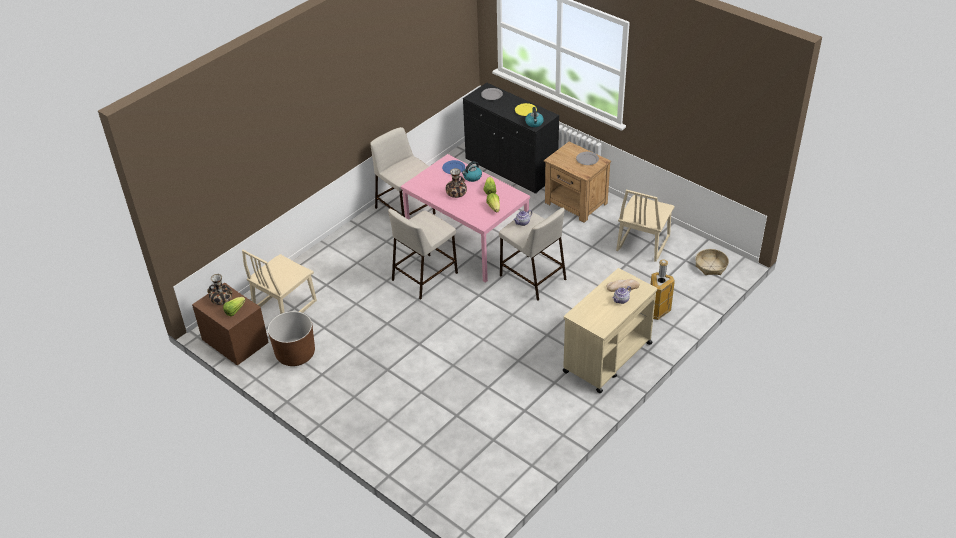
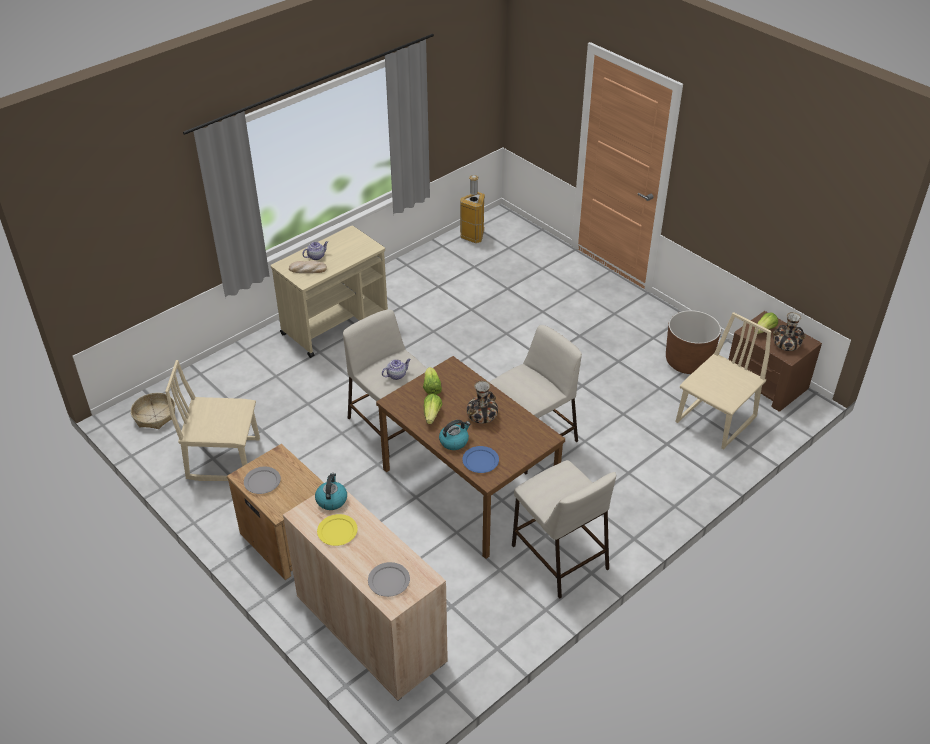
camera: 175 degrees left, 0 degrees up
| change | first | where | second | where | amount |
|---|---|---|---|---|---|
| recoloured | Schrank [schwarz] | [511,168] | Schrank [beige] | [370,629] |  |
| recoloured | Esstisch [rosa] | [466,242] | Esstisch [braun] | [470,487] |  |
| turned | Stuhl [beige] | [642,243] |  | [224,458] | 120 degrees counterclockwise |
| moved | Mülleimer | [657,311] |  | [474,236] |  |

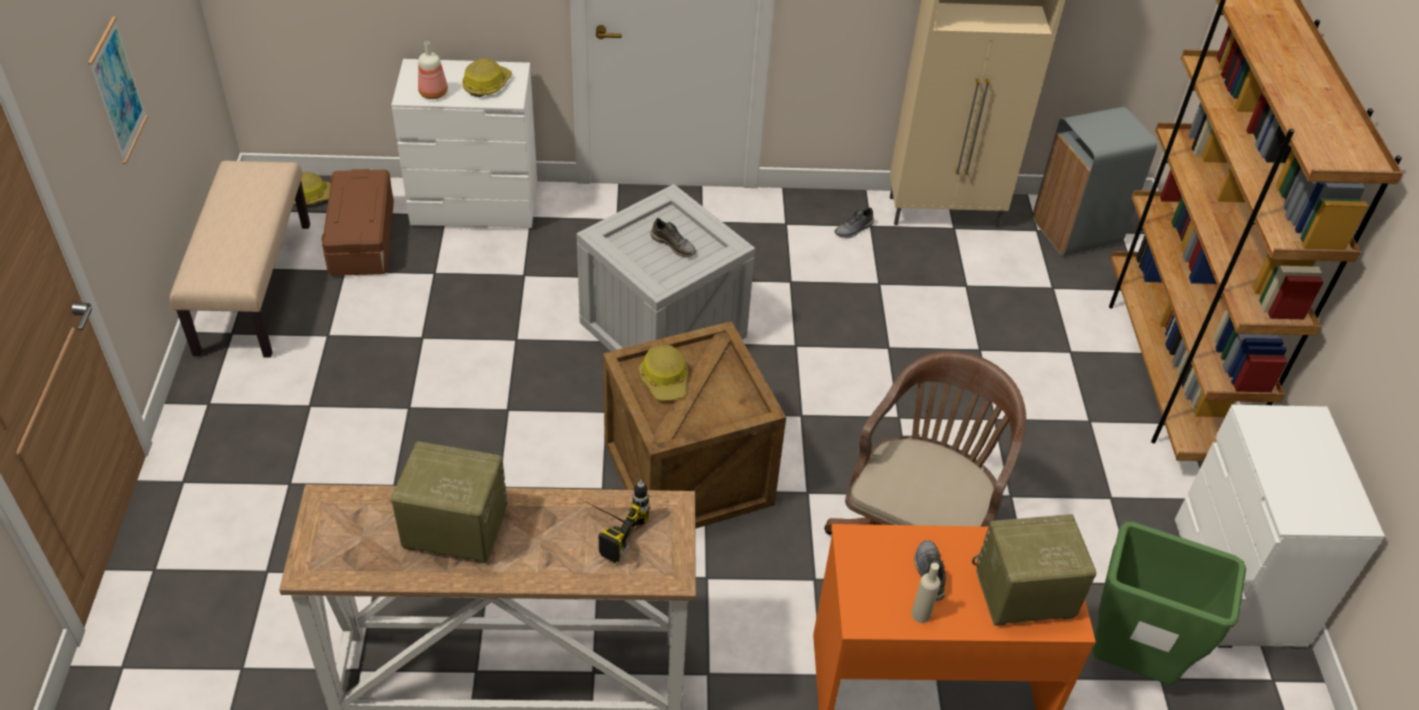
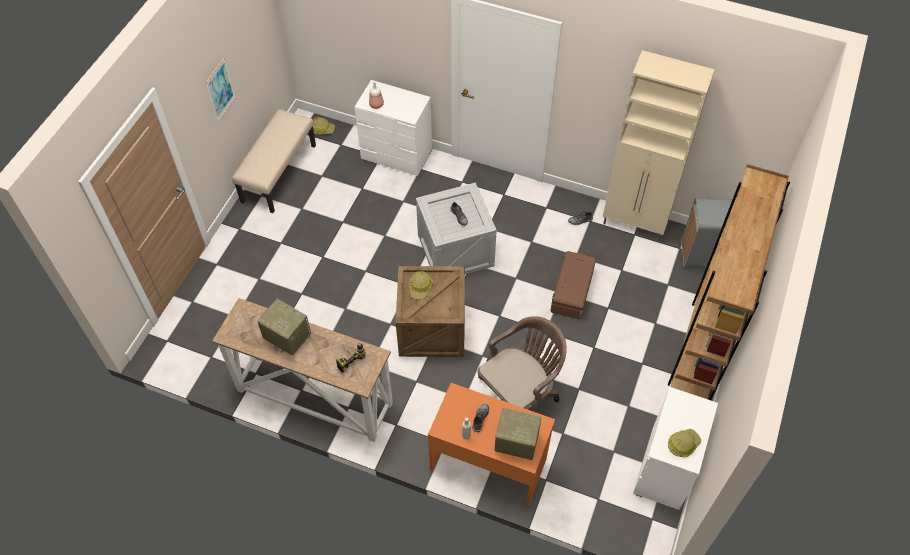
camera: 25 degrees right, 10 degrees up
| change | first | where | second | where | amount |
|---|---|---|---|---|---|
| moved | Schutzhelm | [486,85] |  | [682,444] |  |
| moved | Aufbewahrungsbox [braun] | [363,239] |  | [572,292] |  |
| removed | Mülleimer [grün] | [1131,664] |  |  |  |

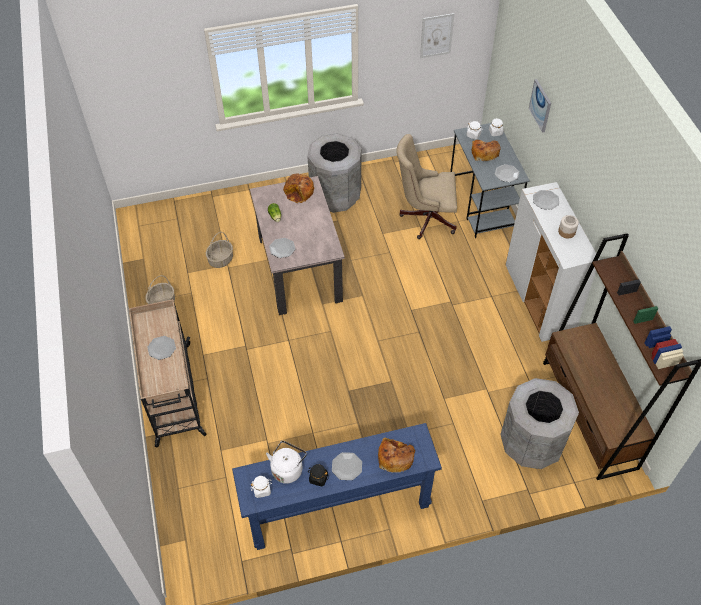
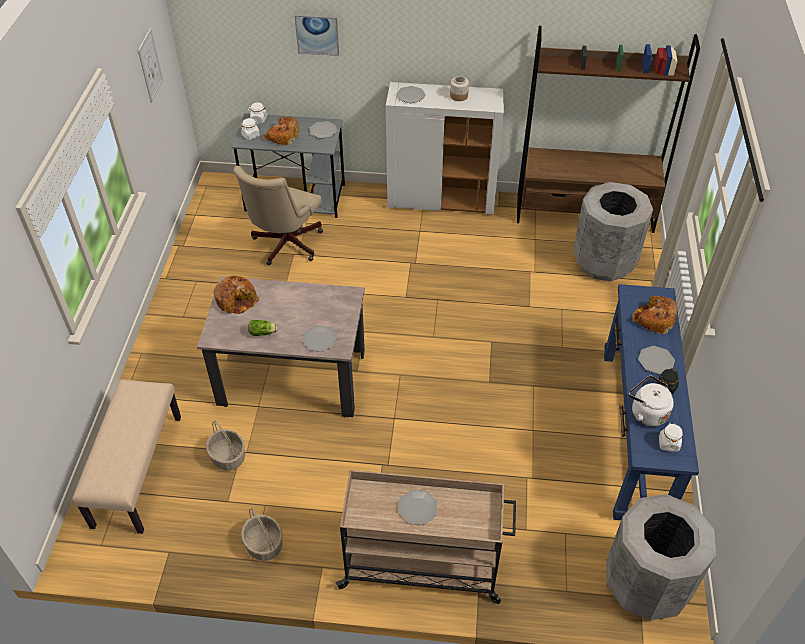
camera: 70 degrees left, 5 degrees down
| change | first | where | second | where | amount |
|---|---|---|---|---|---|
| moved | Mülleimer [grau] | [335,196] |  | [646,585] |  |
| added |  |  | Bank [beige] | [137,470] |  |

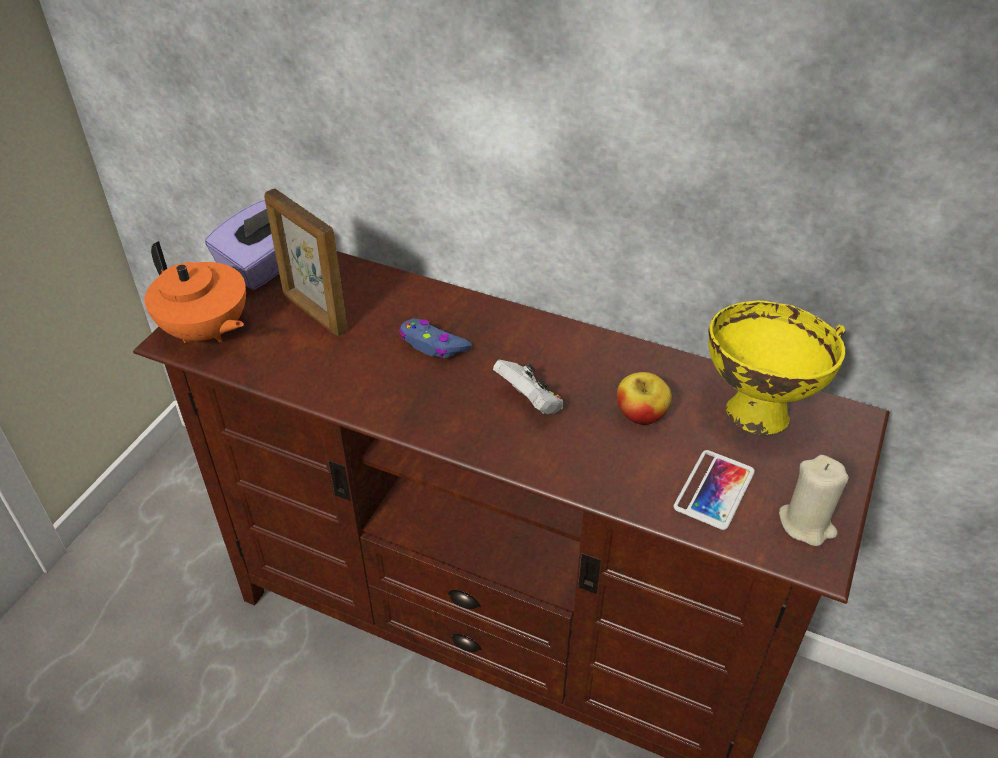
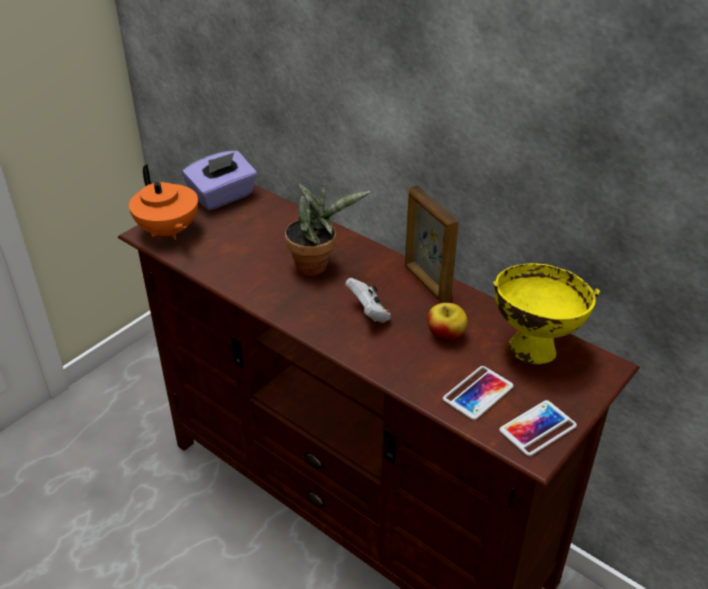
camera: 15 degrees right, 5 degrees down
| change | first | where | second | where | amount |
|---|---|---|---|---|---|
| moved | Bilderrahmen | [314,313] |  | [426,283] |  |
| replaced | Gamepad [blau] | [433,345] | Topfpflanze | [316,265] |  |
| replaced | Kerze [beige] | [807,524] | Handy | [537,428] |  |

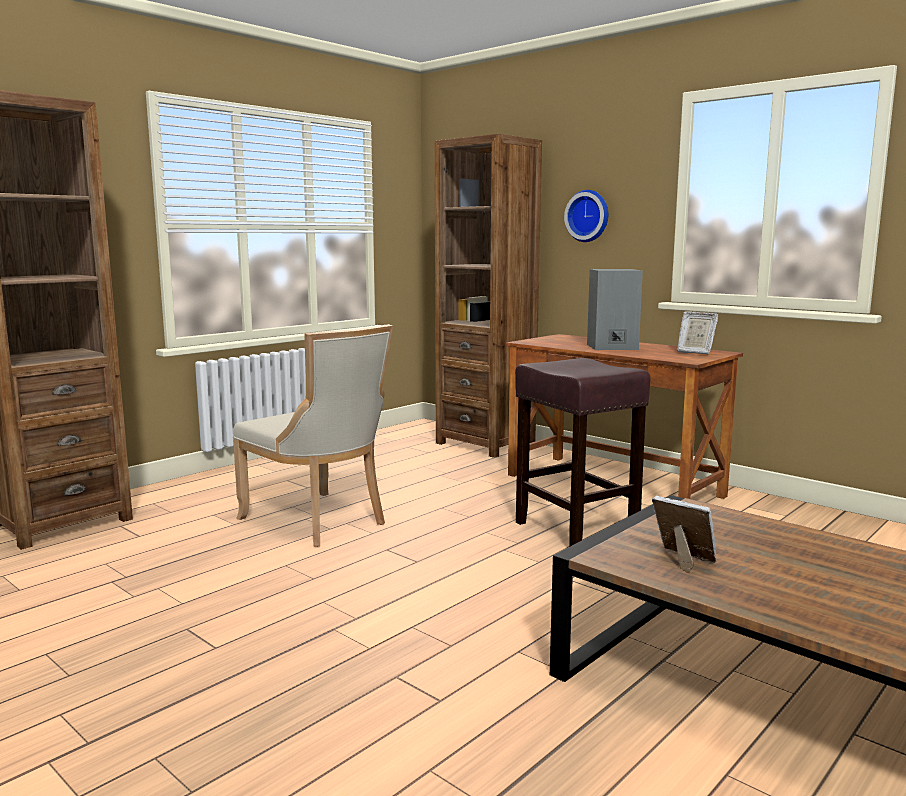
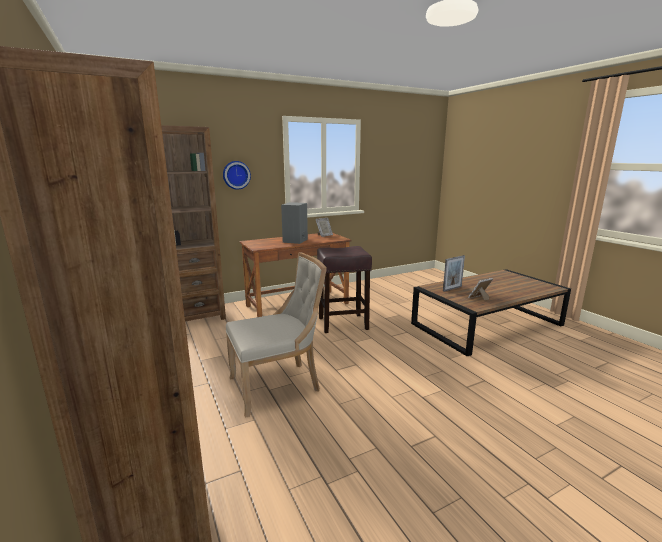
camera: 70 degrees left, 5 degrees up
| change | first | where | second | where | amount |
|---|---|---|---|---|---|
| added |  |  | Bilderrahmen | [452,288] |  |

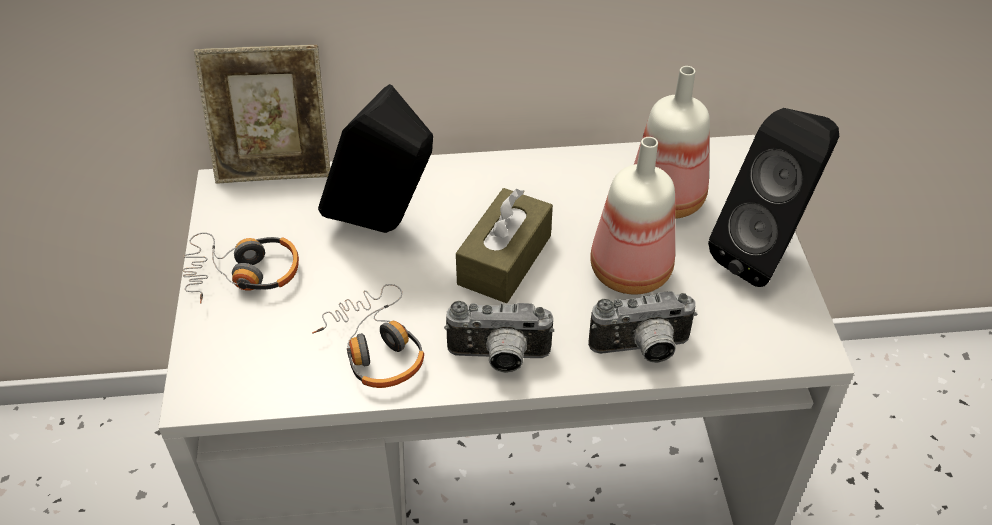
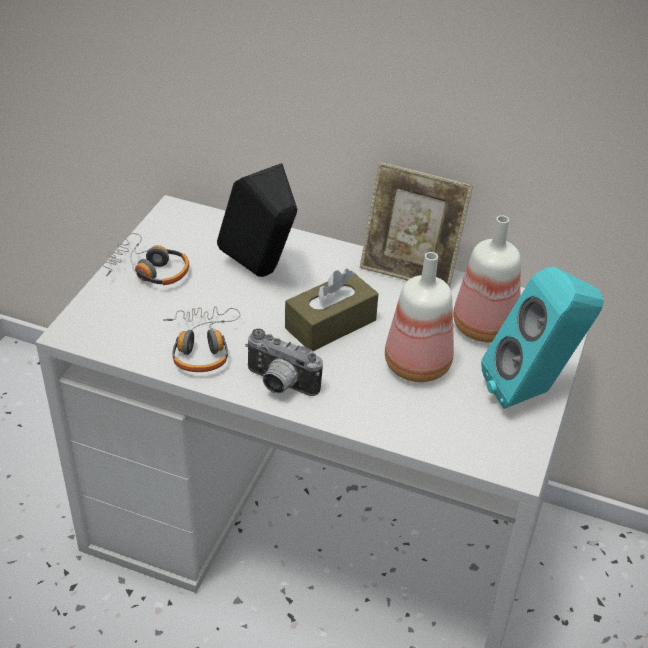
camera: 25 degrees right, 5 degrees down
| change | first | where | second | where | amount |
|---|---|---|---|---|---|
| moved | Bilderrahmen | [275,166] |  | [409,270] |  |
| recoloured | Lautsprecher [schwarz] | [764,254] | Lautsprecher [türkis] | [532,391] |  |
| removed | Kamera | [642,350] |  |  |  |

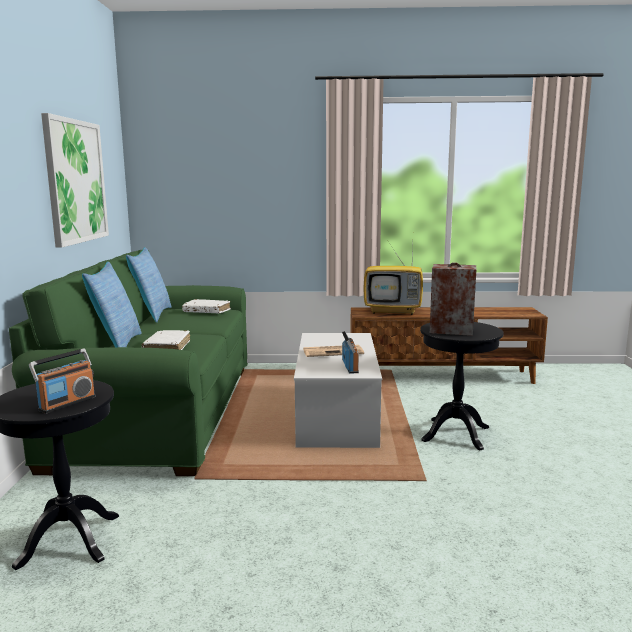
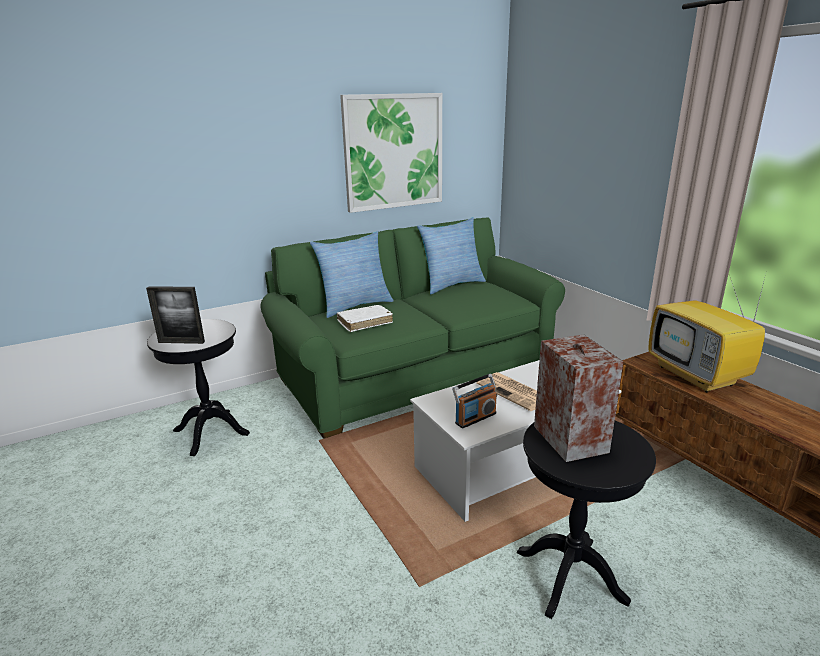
camera: 60 degrees right, 10 degrees up
| change | first | where | second | where | amount |
|---|---|---|---|---|---|
| removed | Buch [weiß] | [206,311] |  |  |  |
| replaced | Radio | [67,403] | Bilderrahmen | [181,342] |  |

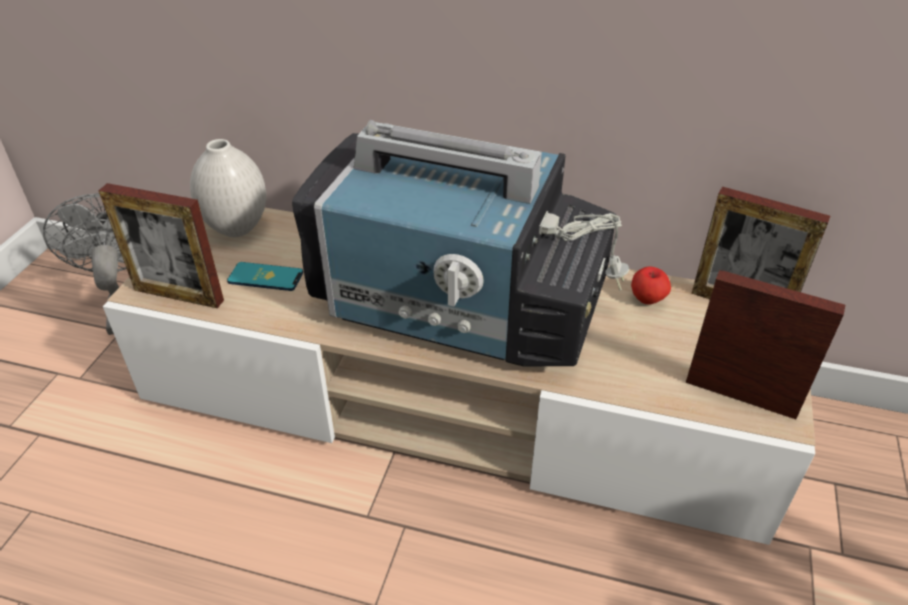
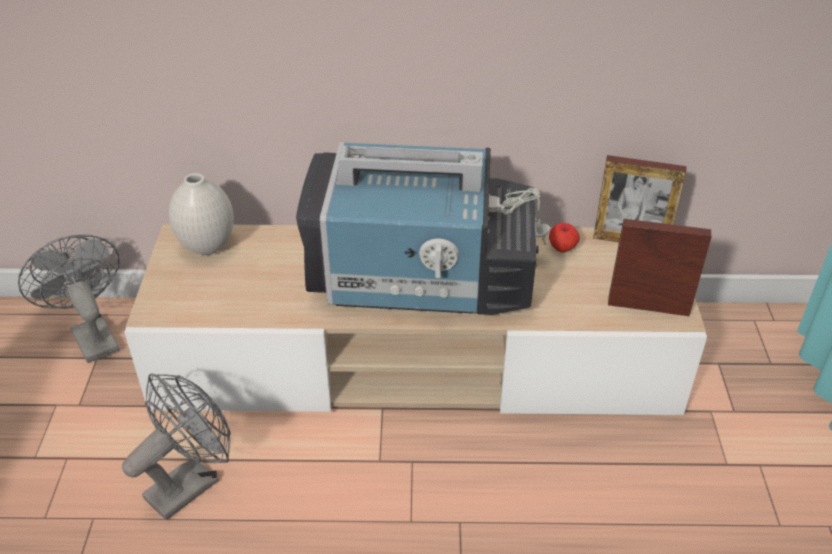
camera: 15 degrees left, 0 degrees up
| change | first | where | second | where | amount |
|---|---|---|---|---|---|
| removed | Bilderrahmen | [179,295] |  |  |  |
| removed | Handy | [265,277] |  |  |  |
| added |  |  | Ventilator [grau] | [191,482] |  |

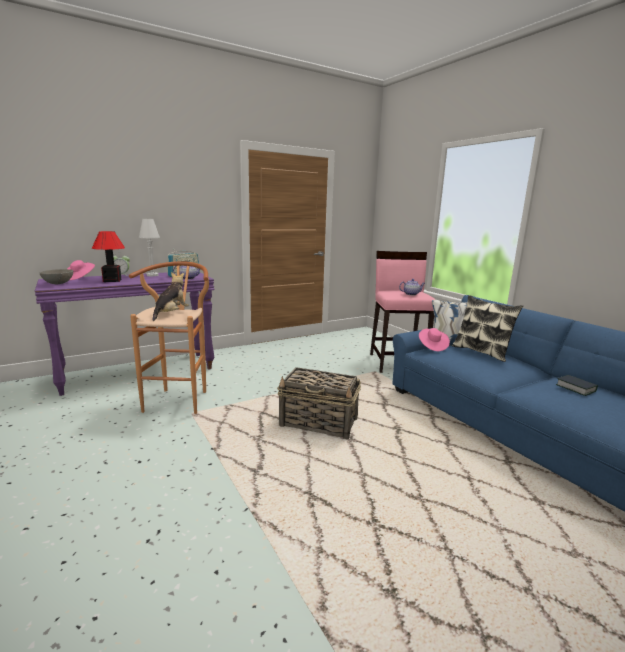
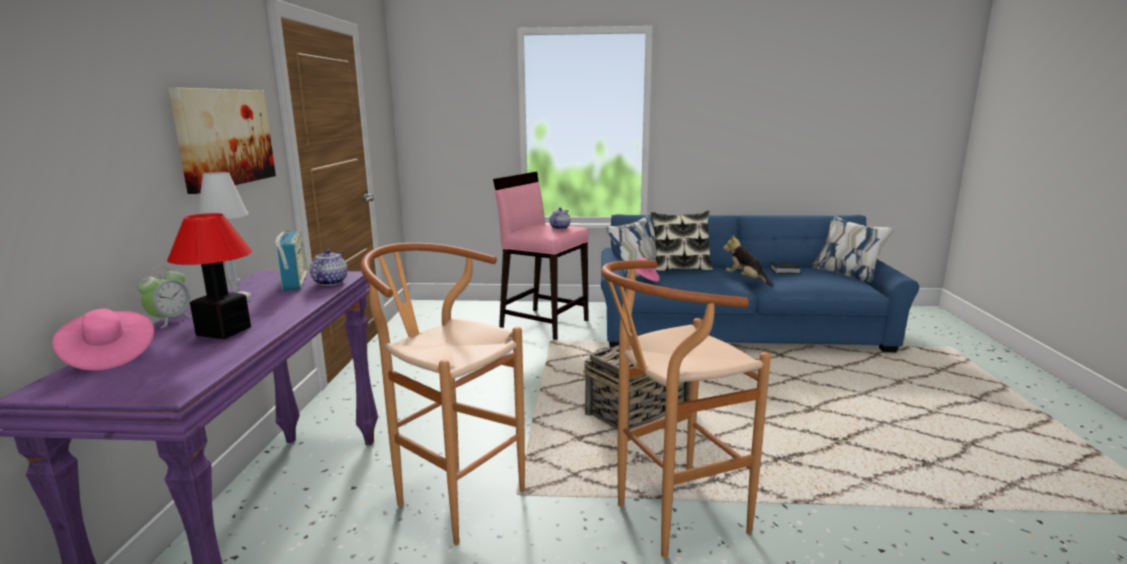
camera: 55 degrees left, 0 degrees up
| change | first | where | second | where | amount |
|---|---|---|---|---|---|
| removed | Schüssel [grau] | [58,283] |  |  |  |
| moved | Plüschtier | [171,314] |  | [746,279] |  |
| added |  |  | Bild | [224,137] |  |
| added |  |  | Hocker [braun] | [669,519] |  |

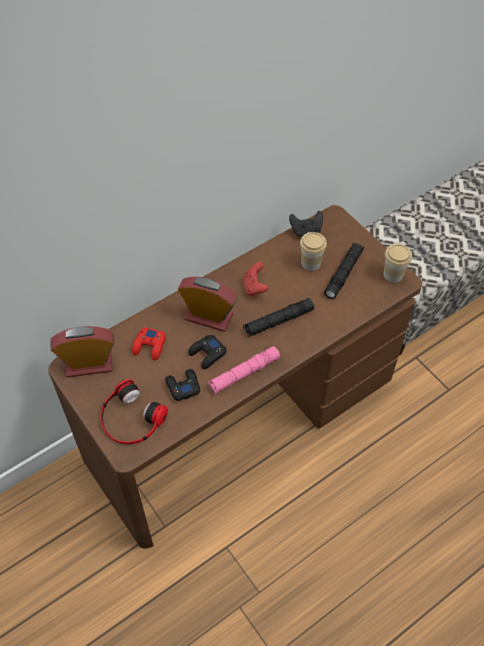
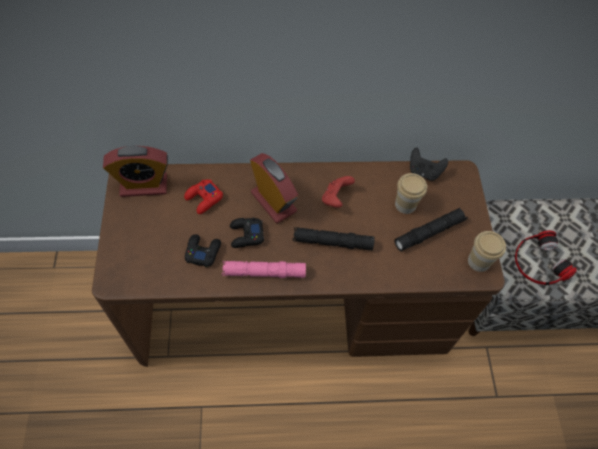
camera: 30 degrees right, 5 degrees up
| change | first | where | second | where | amount |
|---|---|---|---|---|---|
| turned | Wecker | [89,364] |  | [143,185] | 150 degrees clockwise |
| moved | Kopfhörer | [130,419] |  | [539,262] |  |

